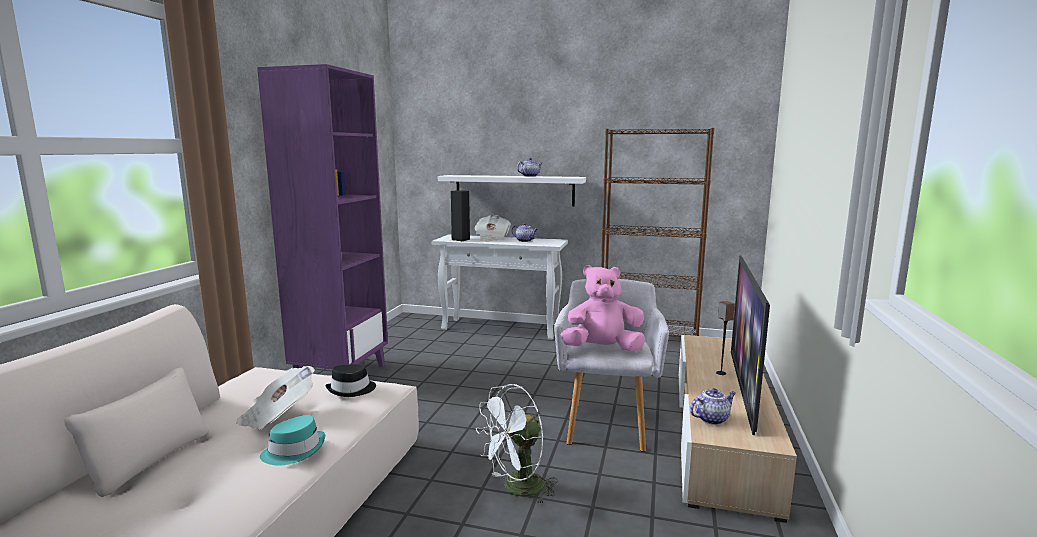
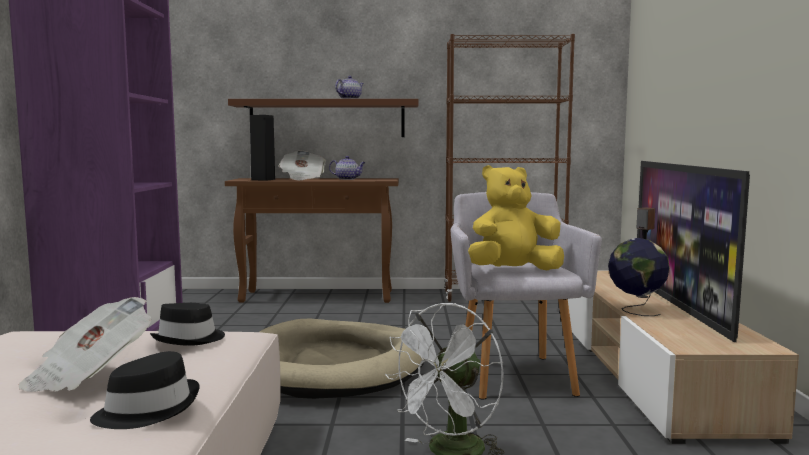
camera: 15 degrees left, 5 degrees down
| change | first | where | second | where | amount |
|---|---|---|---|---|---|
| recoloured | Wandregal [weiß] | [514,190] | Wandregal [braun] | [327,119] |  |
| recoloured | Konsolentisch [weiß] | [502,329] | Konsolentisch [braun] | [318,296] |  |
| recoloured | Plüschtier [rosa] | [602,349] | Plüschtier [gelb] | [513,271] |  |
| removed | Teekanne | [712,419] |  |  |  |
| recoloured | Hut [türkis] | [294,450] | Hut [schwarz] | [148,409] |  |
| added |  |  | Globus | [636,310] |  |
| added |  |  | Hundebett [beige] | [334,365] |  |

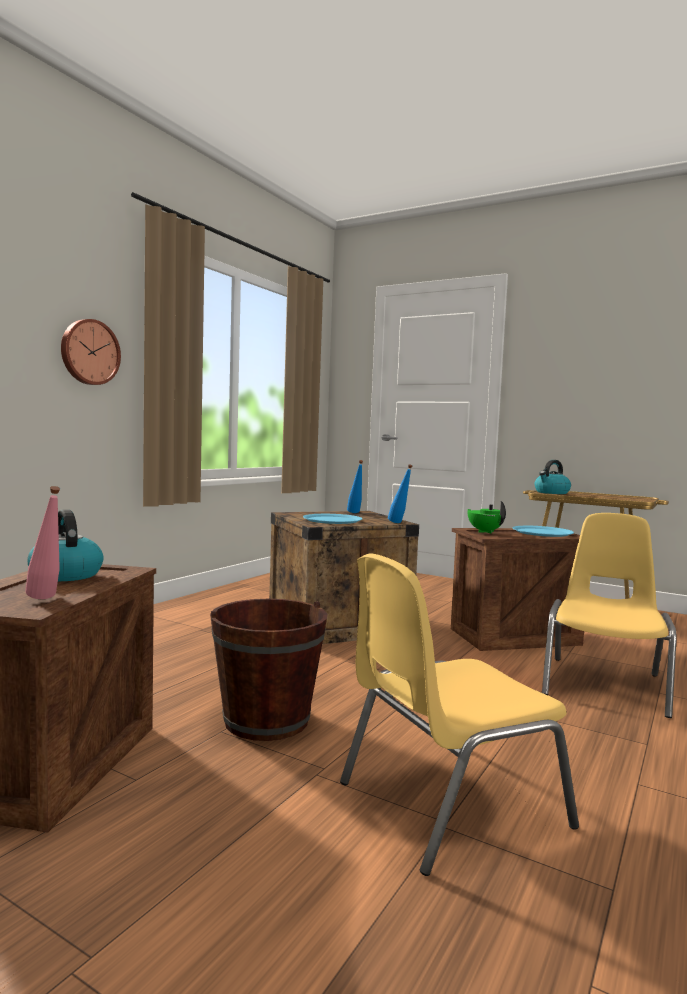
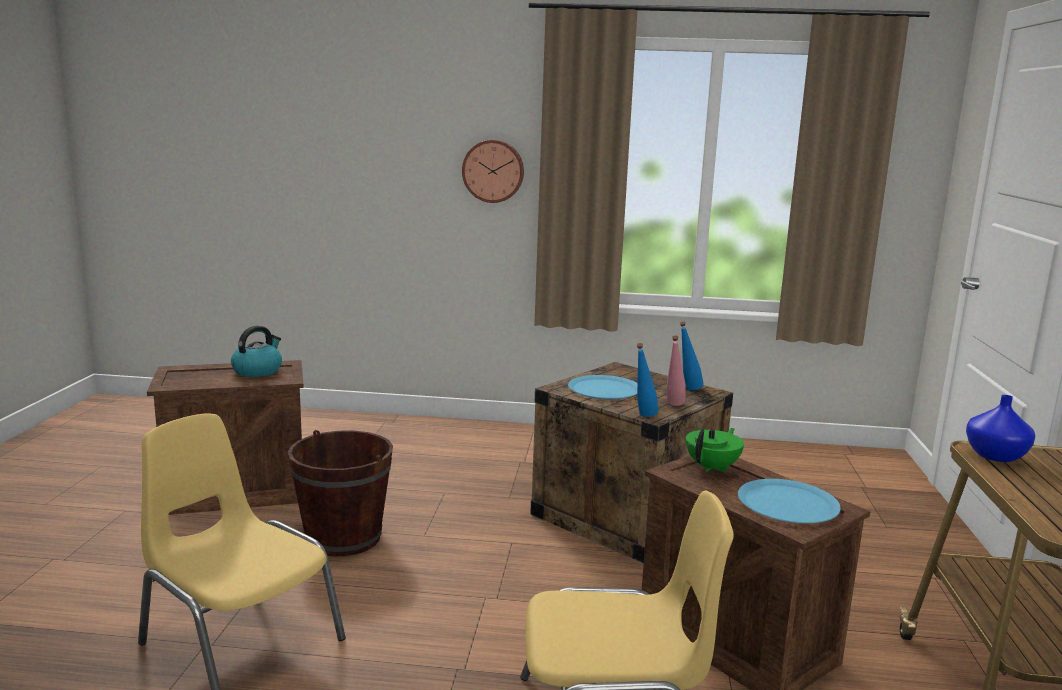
camera: 65 degrees right, 10 degrees up
| change | first | where | second | where | amount |
|---|---|---|---|---|---|
| replaced | Wasserkessel | [551,492] | Vase [blau] | [996,456] |  |
| moved | Flasche [rosa] | [46,599] |  | [673,406] |  |

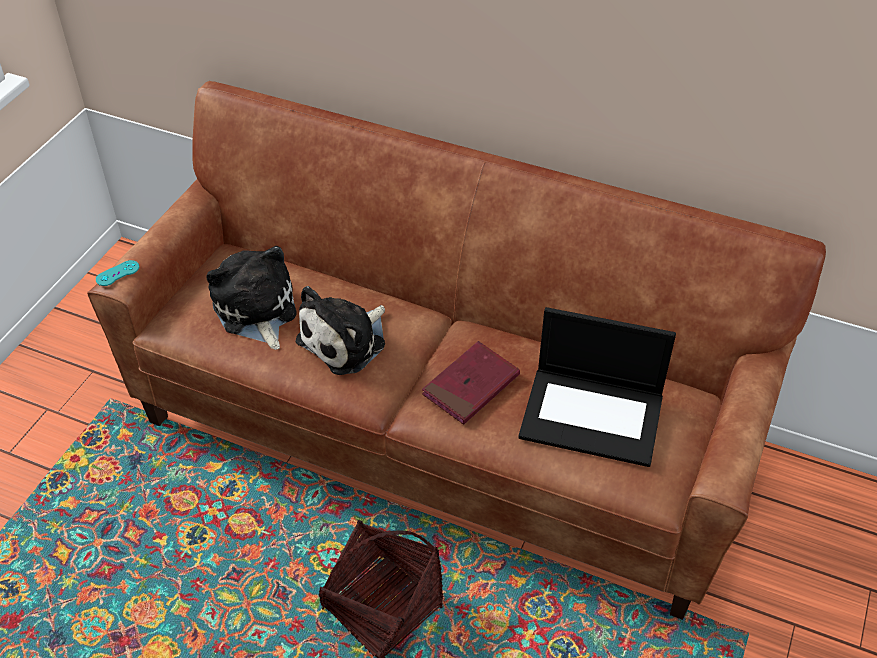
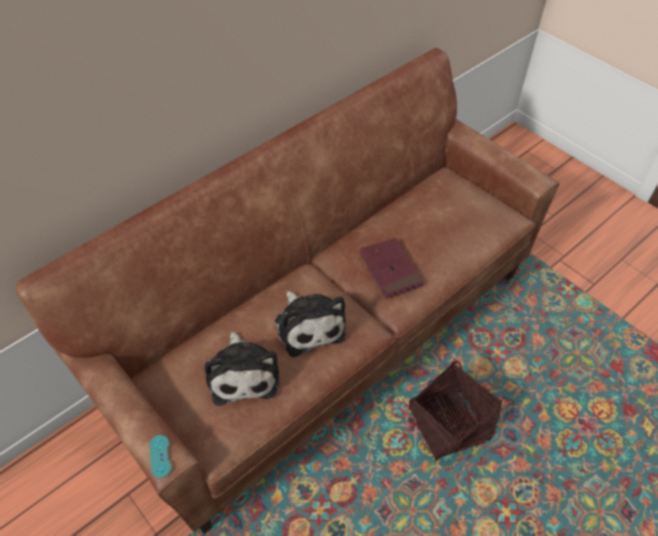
camera: 65 degrees left, 5 degrees up
| change | first | where | second | where | amount |
|---|---|---|---|---|---|
| turned | Plüschtier | [256,311] |  | [243,373] | 105 degrees counterclockwise |
| removed | Laptop | [593,415] |  |  |  |

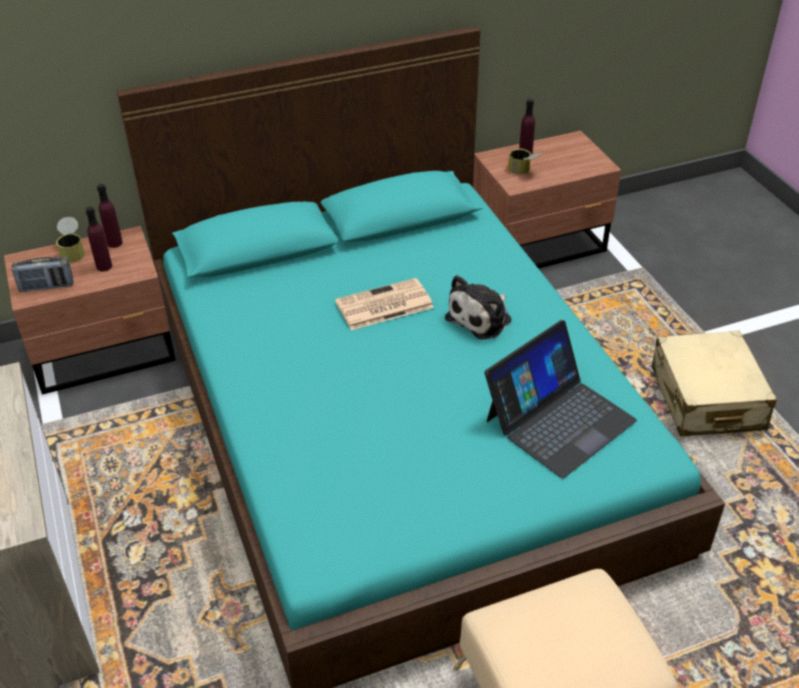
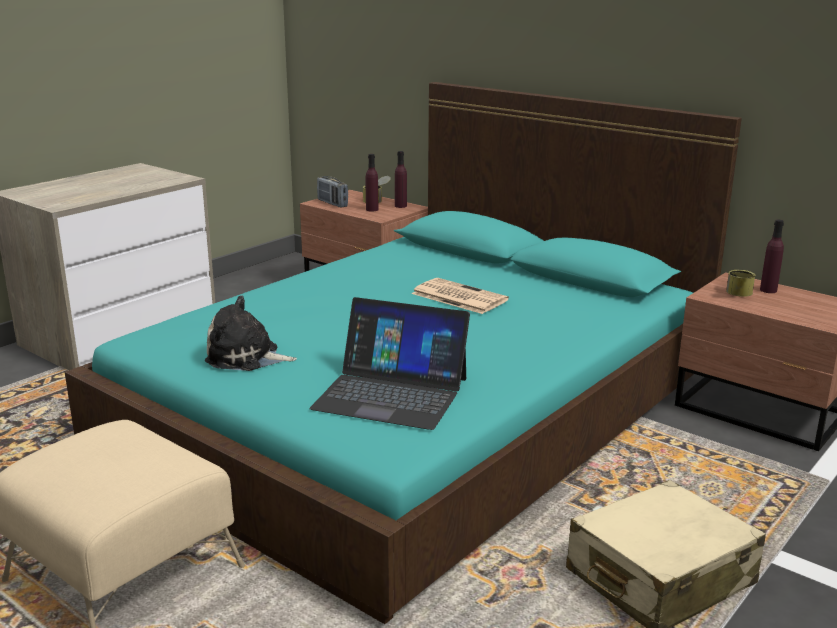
camera: 60 degrees right, 20 degrees down
| change | first | where | second | where | amount |
|---|---|---|---|---|---|
| moved | Plüschtier | [481,318] |  | [246,357] |  |

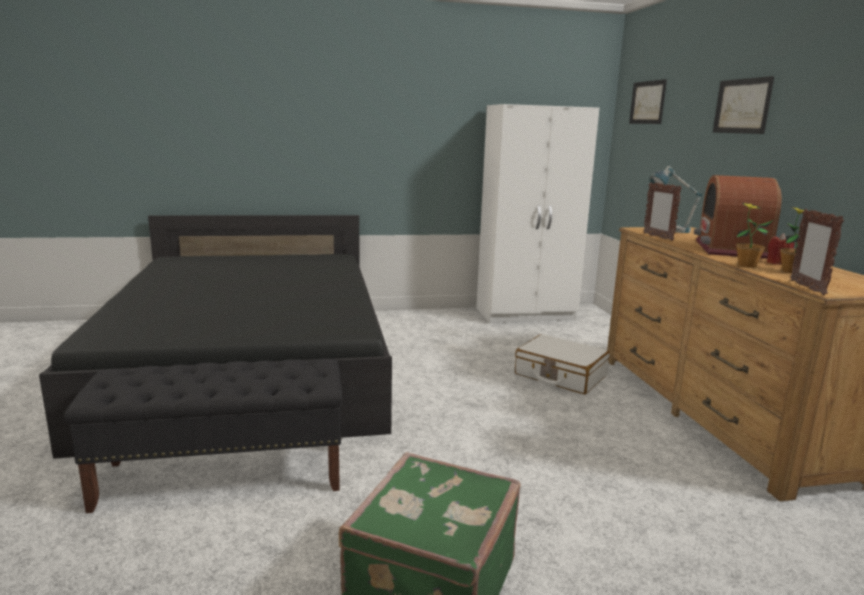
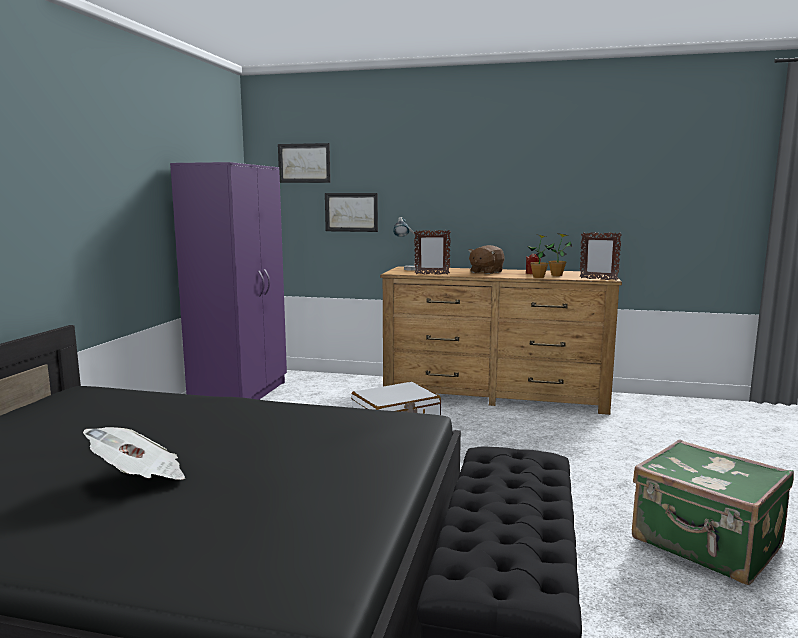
camera: 65 degrees left, 5 degrees down
| change | first | where | second | where | amount |
|---|---|---|---|---|---|
| moved | Bild | [742,106] |  | [351,212] |  |
| recoloured | Kleiderschrank [weiß] | [527,314] | Kleiderschrank [lila] | [241,395] |  |
| replaced | Radio | [730,249] | Plüschtier [braun] | [486,272] |  |
| added |  |  | Zeitung | [140,476] |  |

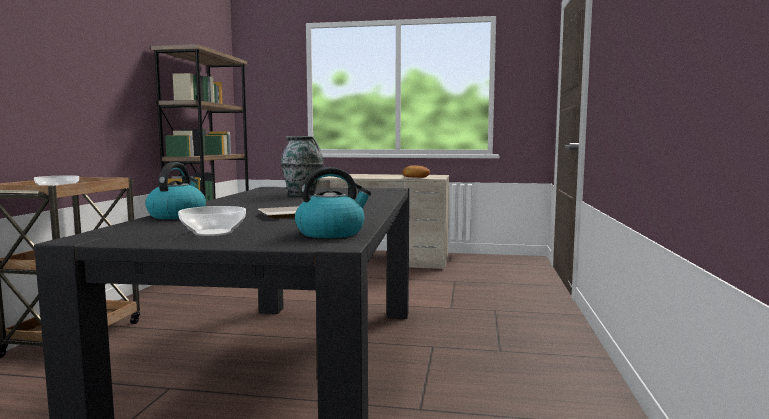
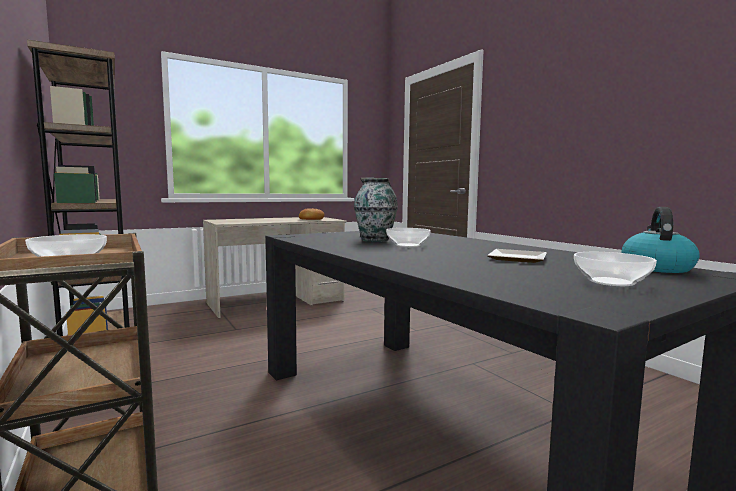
camera: 40 degrees left, 0 degrees up
| change | first | where | second | where | amount |
|---|---|---|---|---|---|
| removed | Wasserkessel | [177,215] |  |  |  |
| added |  |  | Schüssel | [407,245] |  |

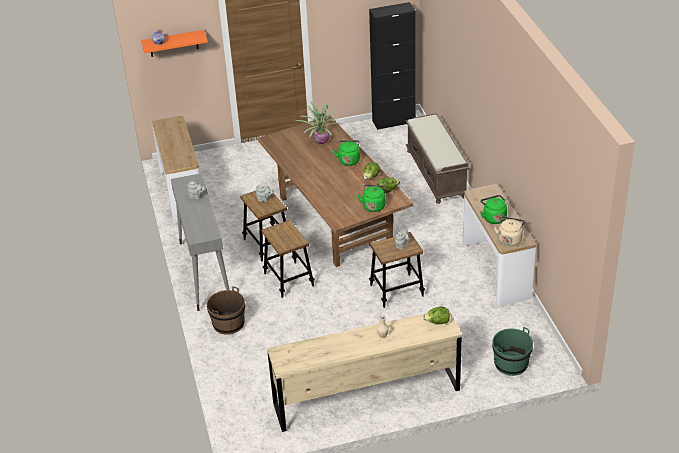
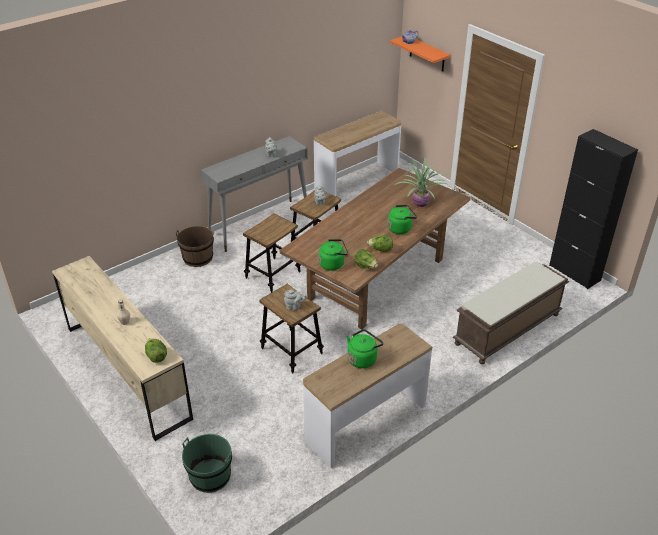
camera: 65 degrees right, 0 degrees up
| change | first | where | second | where | amount |
|---|---|---|---|---|---|
| removed | Wasserkessel [beige] | [510,239] |  |  |  |

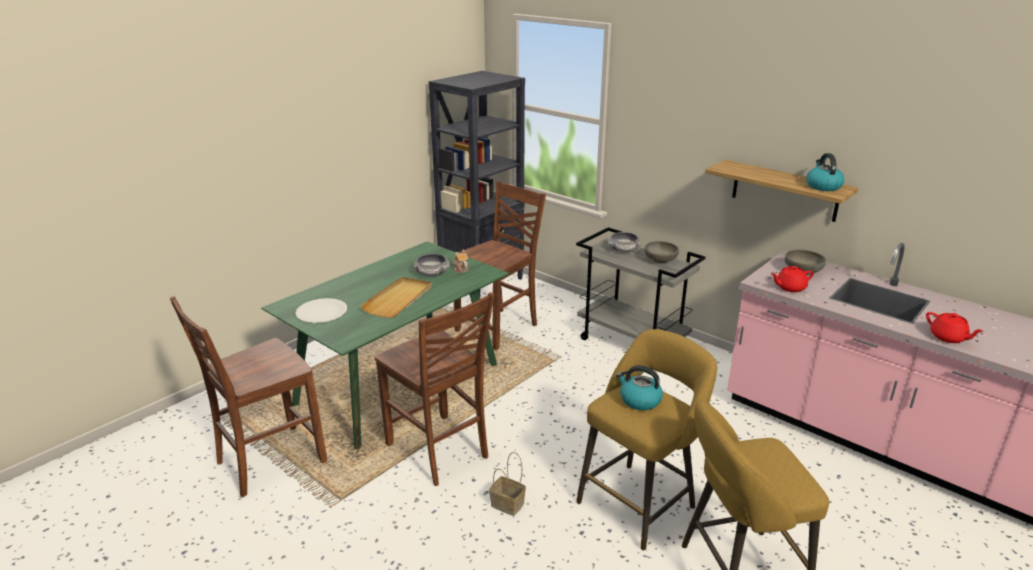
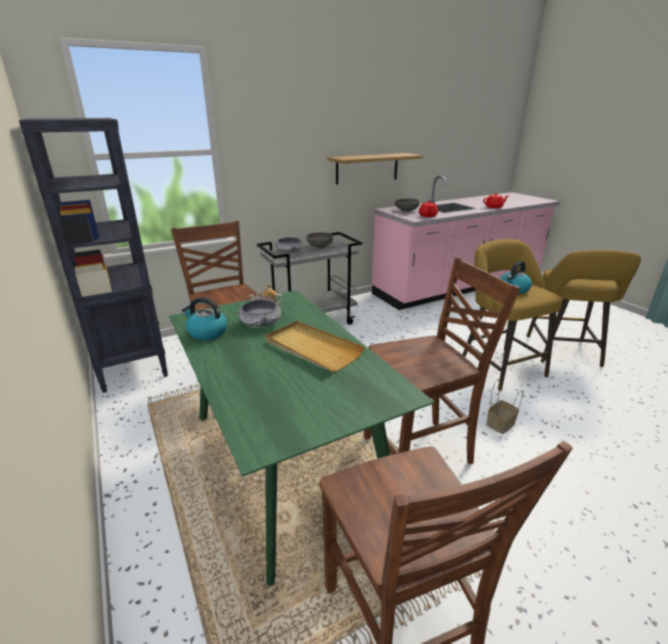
camera: 70 degrees left, 0 degrees up
| change | first | where | second | where | amount |
|---|---|---|---|---|---|
| moved | Wasserkessel | [822,186] |  | [207,332] |  |
| removed | Teller [weiß] | [321,312] |  |  |  |

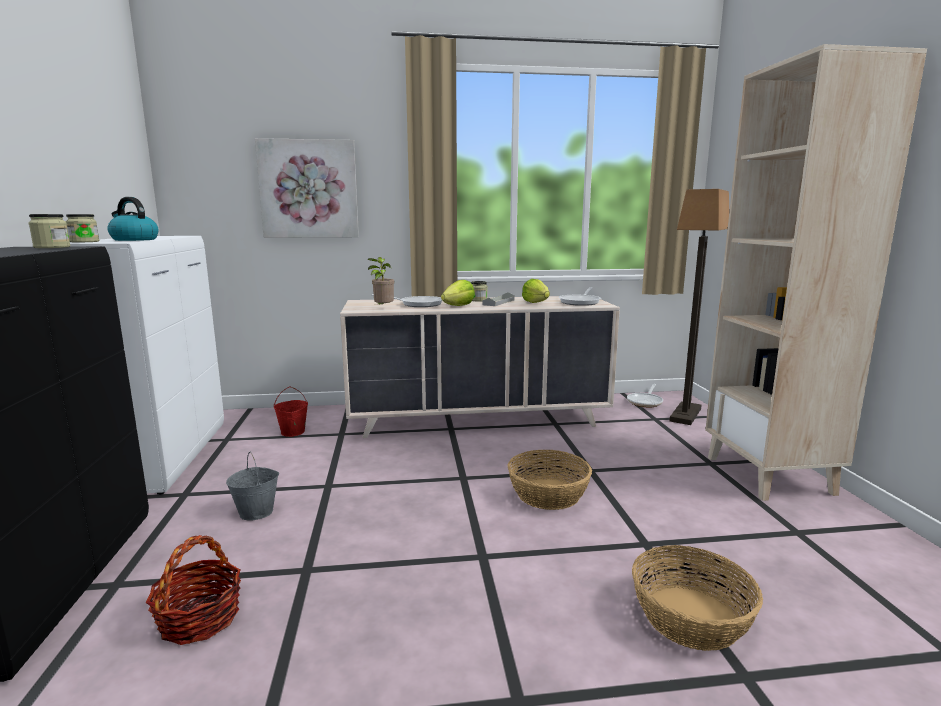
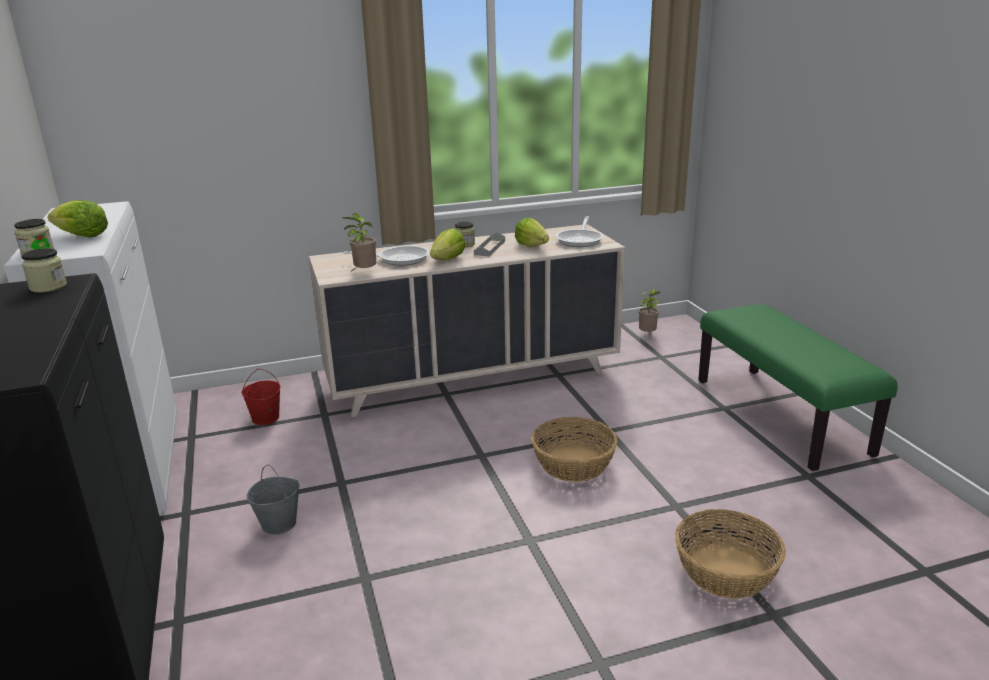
camera: 10 degrees left, 10 degrees up
| change | first | where | second | where | amount |
|---|---|---|---|---|---|
| replaced | Bücherregal [beige] | [770,475] | Bank [grün] | [781,416] |  |
| removed | Bild | [309,189] |  |  |  |
| removed | Stehlampe | [685,415] |  |  |  |
| replaced | Wasserkessel | [134,239] | Salatkopf | [82,236] |  |
| replaced | Pfanne | [645,402] | Topfpflanze | [648,334] |  |
| removed | Korb | [199,618] |  |  |  |

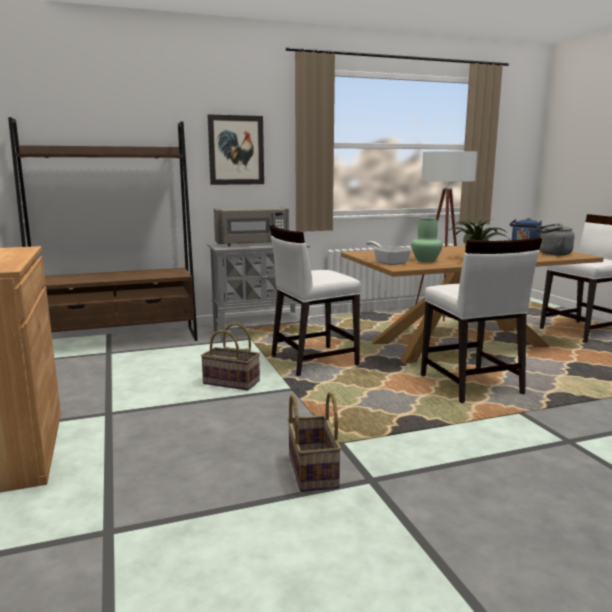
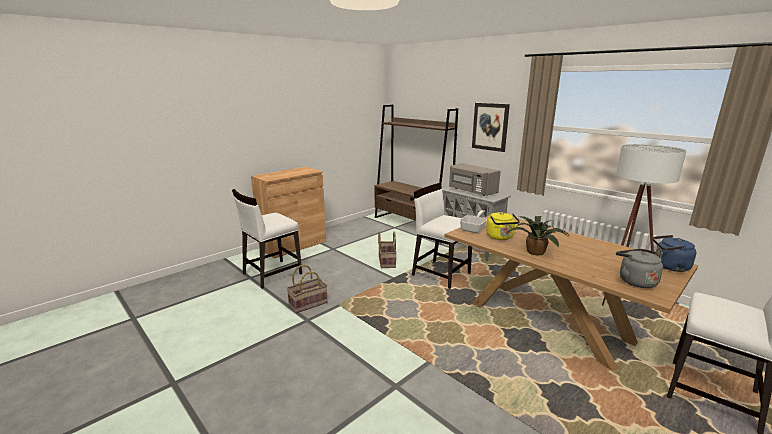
camera: 65 degrees right, 5 degrees up
| change | first | where | second | where | amount |
|---|---|---|---|---|---|
| replaced | Vase [grün] | [426,260] | Wasserkessel [gelb] | [500,237] |  |
| moved | Stuhl [weiß] | [470,385] |  | [271,274] |  |

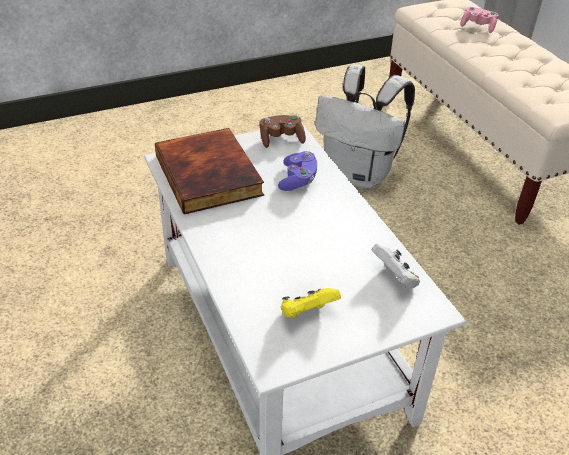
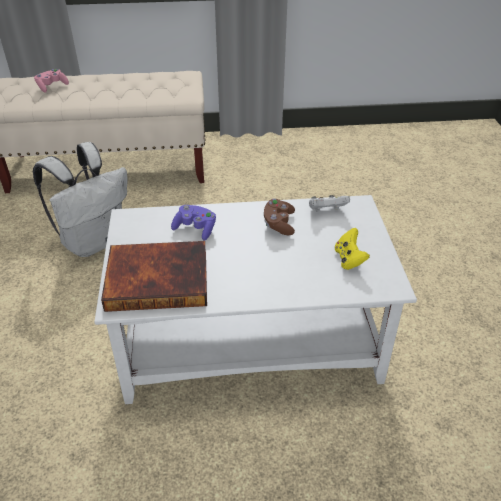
camera: 70 degrees left, 0 degrees up
| change | first | where | second | where | amount |
|---|---|---|---|---|---|
| moved | Gamepad [braun] | [281,139] |  | [279,224] |  |

